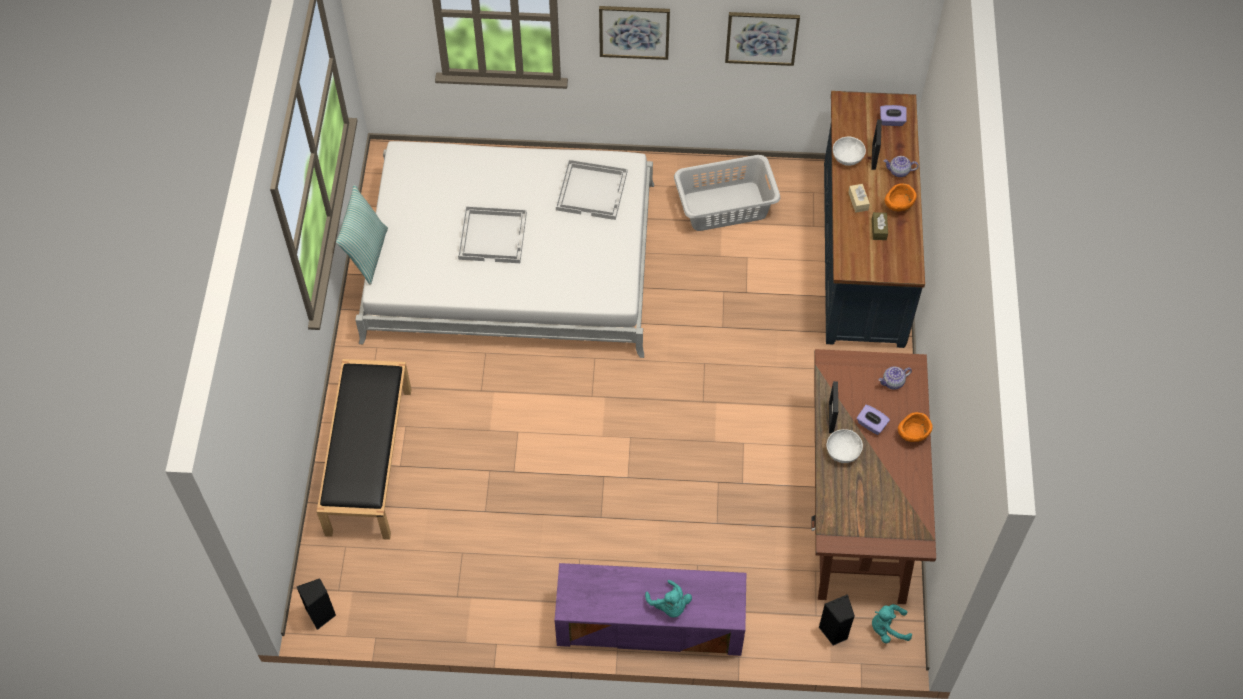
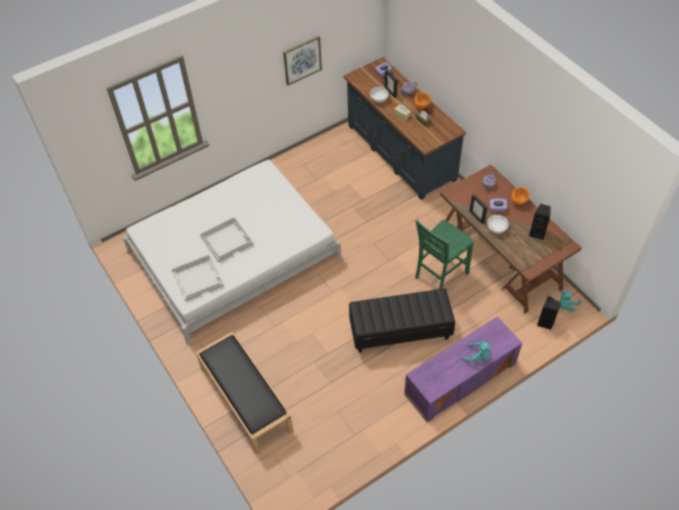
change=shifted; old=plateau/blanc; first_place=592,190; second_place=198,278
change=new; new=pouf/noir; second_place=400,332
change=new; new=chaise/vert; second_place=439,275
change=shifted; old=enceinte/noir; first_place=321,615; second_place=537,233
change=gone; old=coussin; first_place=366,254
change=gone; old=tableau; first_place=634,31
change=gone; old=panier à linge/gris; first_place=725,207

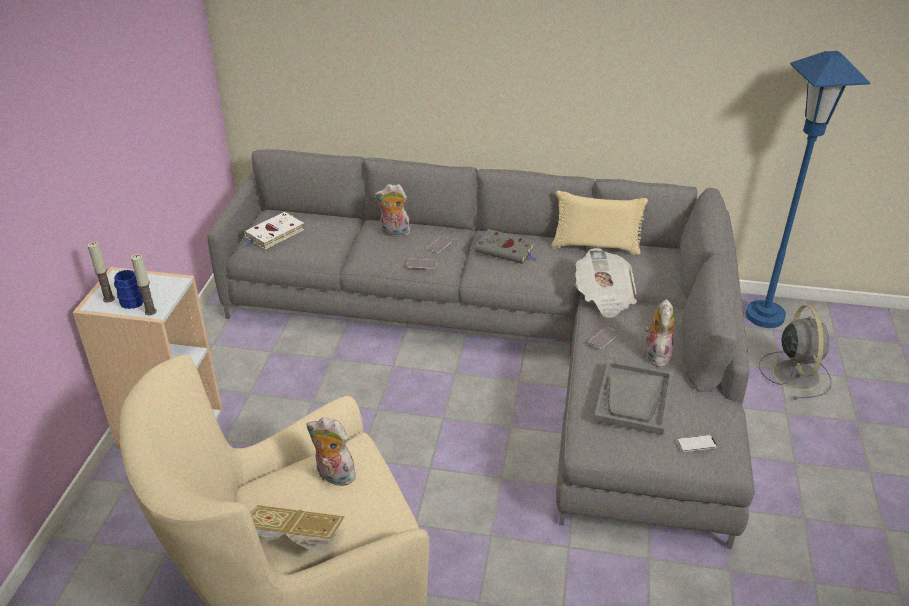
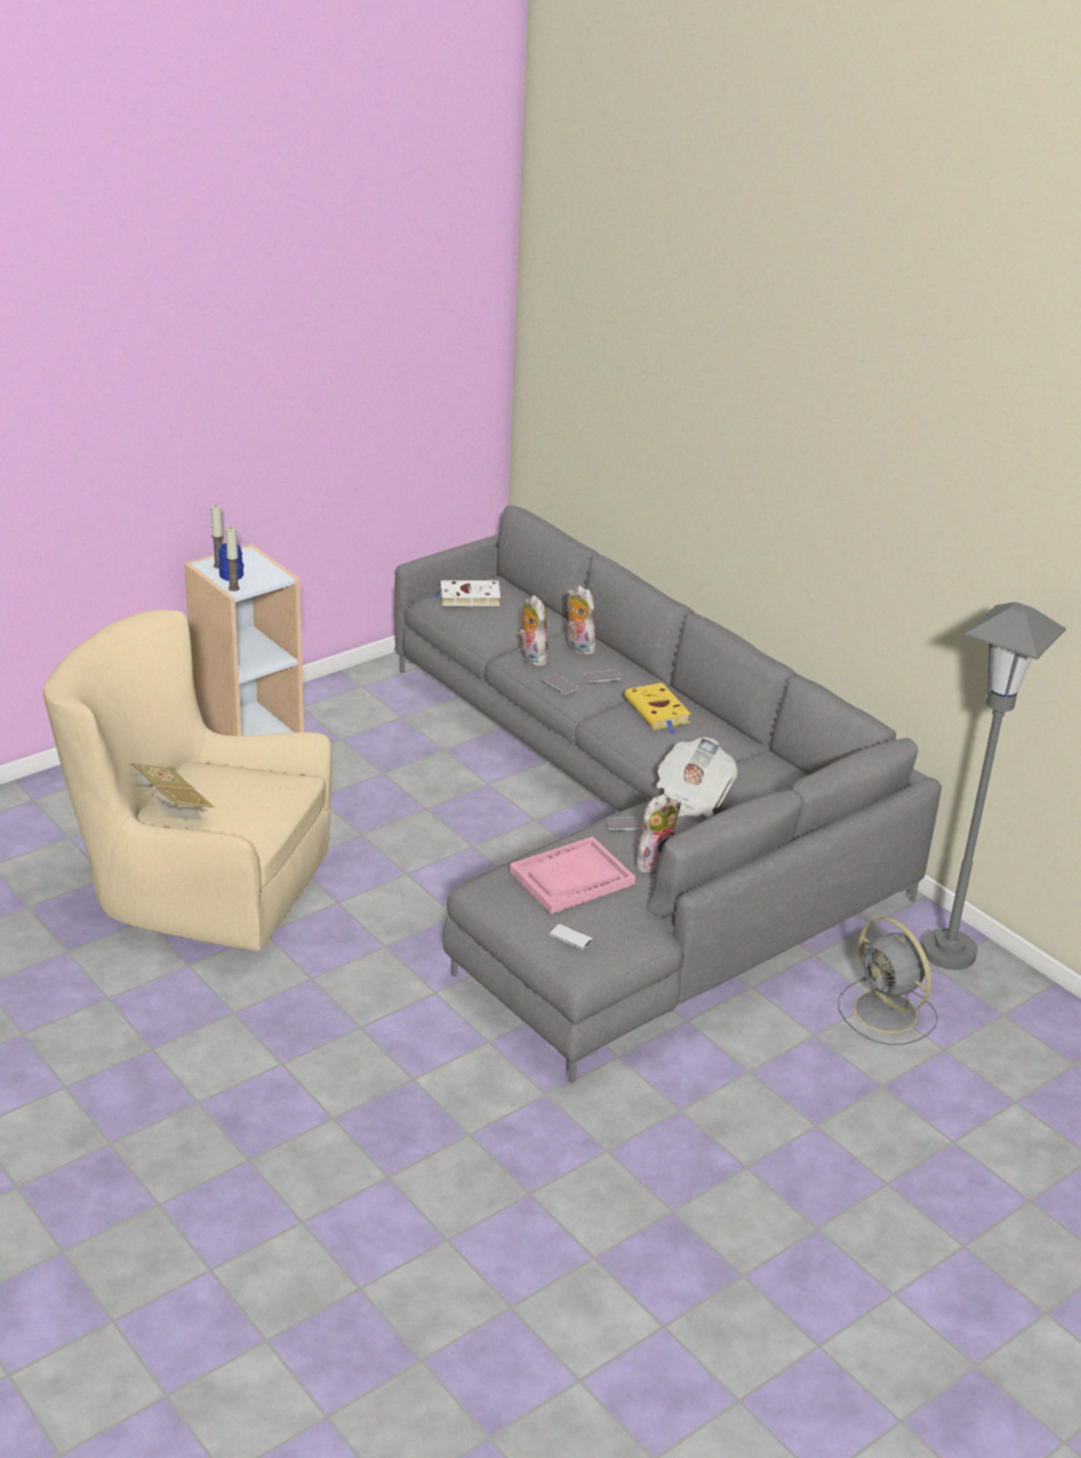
change=repainted; old=plateau/gris; new=plateau/rose; first_place=633,399; second_place=571,878
change=shifted; old=peluche; first_place=333,476; second_place=531,658
change=repainted; old=livre/gris; new=livre/jaune; first_place=506,250; second_place=658,712
change=rotated; old=ventilateur/gris; first_place=795,373; second_place=887,1013; degrees=105
change=repainted; old=lampadaire/bleu; new=lampadaire/gris; first_place=765,316; second_place=948,952
change=gone; old=coussin/beige; first_place=595,246

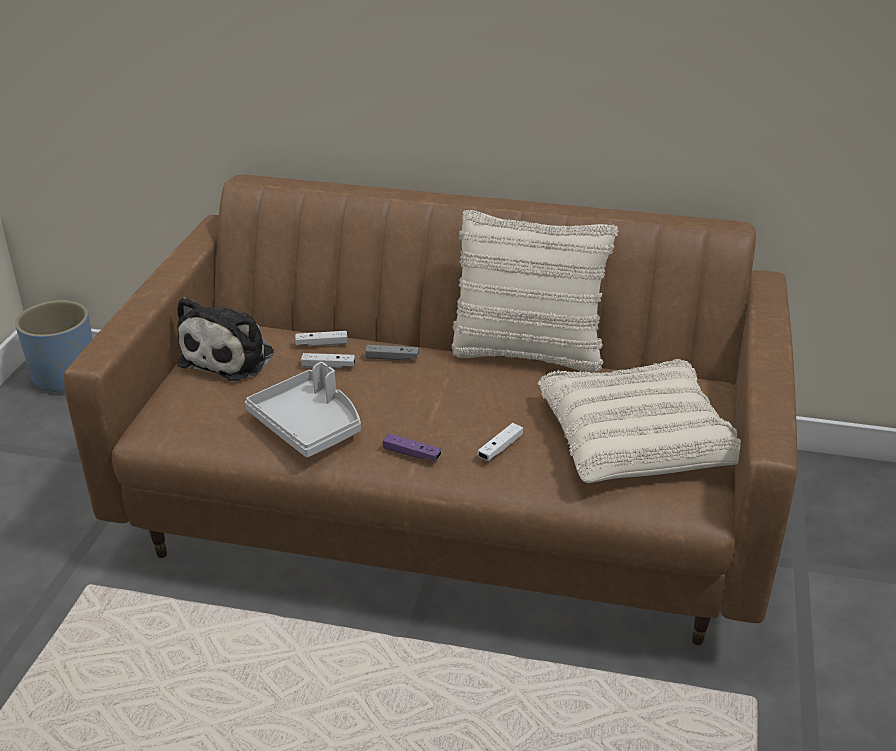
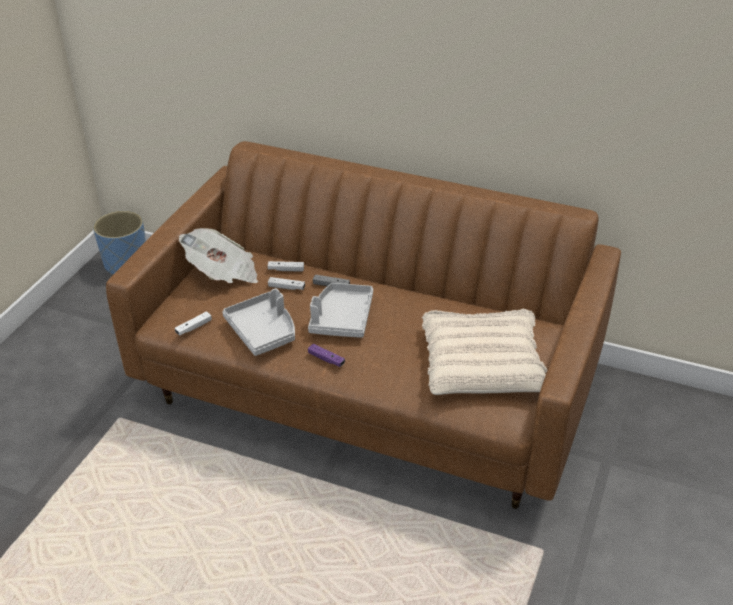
change=shifted; old=manette/blanc; first_place=500,448; second_place=194,327
change=swapped; old=peluche; new=journal; first_place=231,356; second_place=223,274
change=new; new=plateau/gris; second_place=341,318
change=gone; old=coussin/beige; first_place=529,354

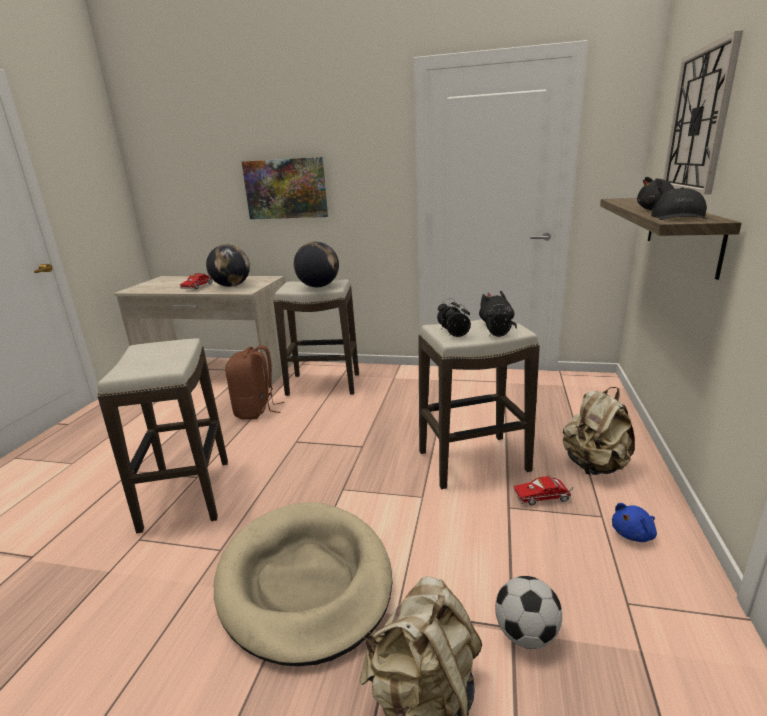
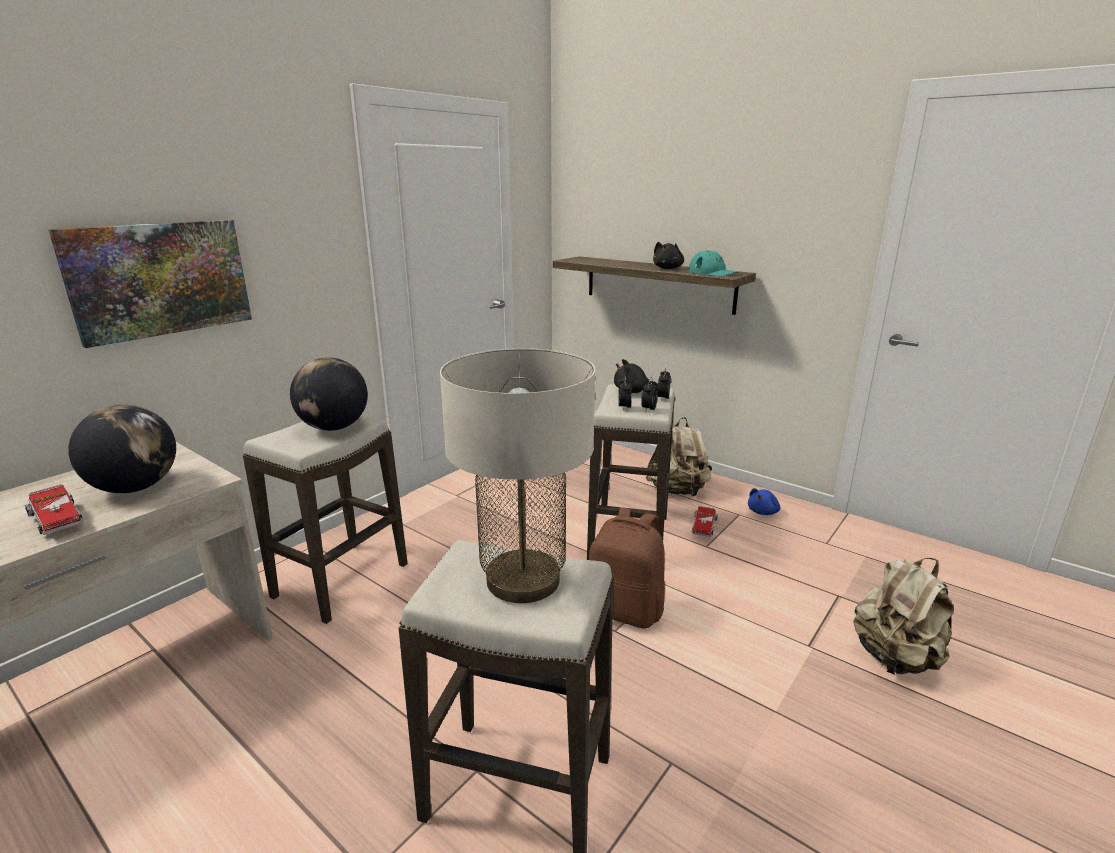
change=new; new=lampe de table; second_place=523,580
change=shifted; old=sac à dos/marron; first_place=256,410; second_place=626,610
change=repainted; old=casquette/noir; new=casquette/turquoise; first_place=679,217; second_place=713,273
change=rotated; old=peluche/bleu; first_place=634,534; second_place=763,512; degrees=45
change=gone; old=panier pour chien/beige; first_place=305,582
change=gone; old=ballon de foot; first_place=526,634
change=gone; old=horloge murale; first_place=698,121

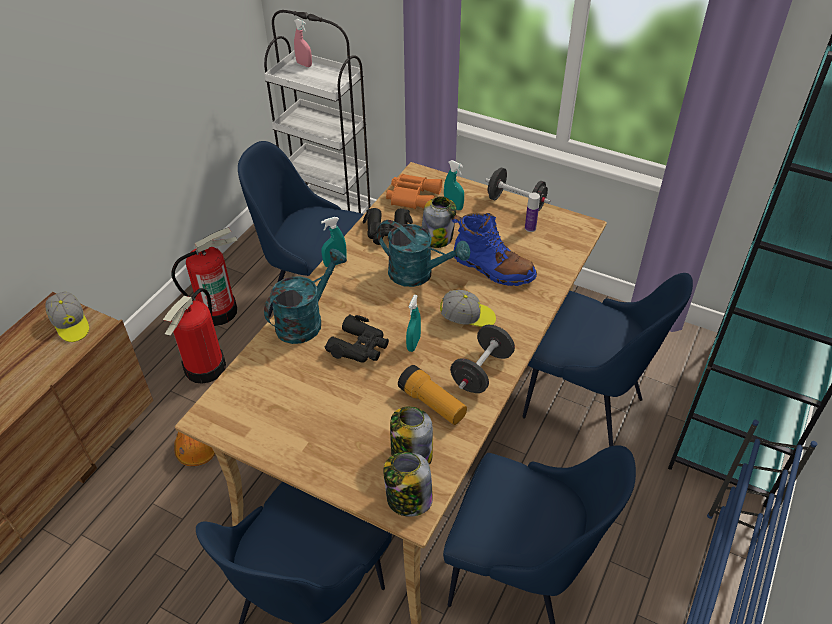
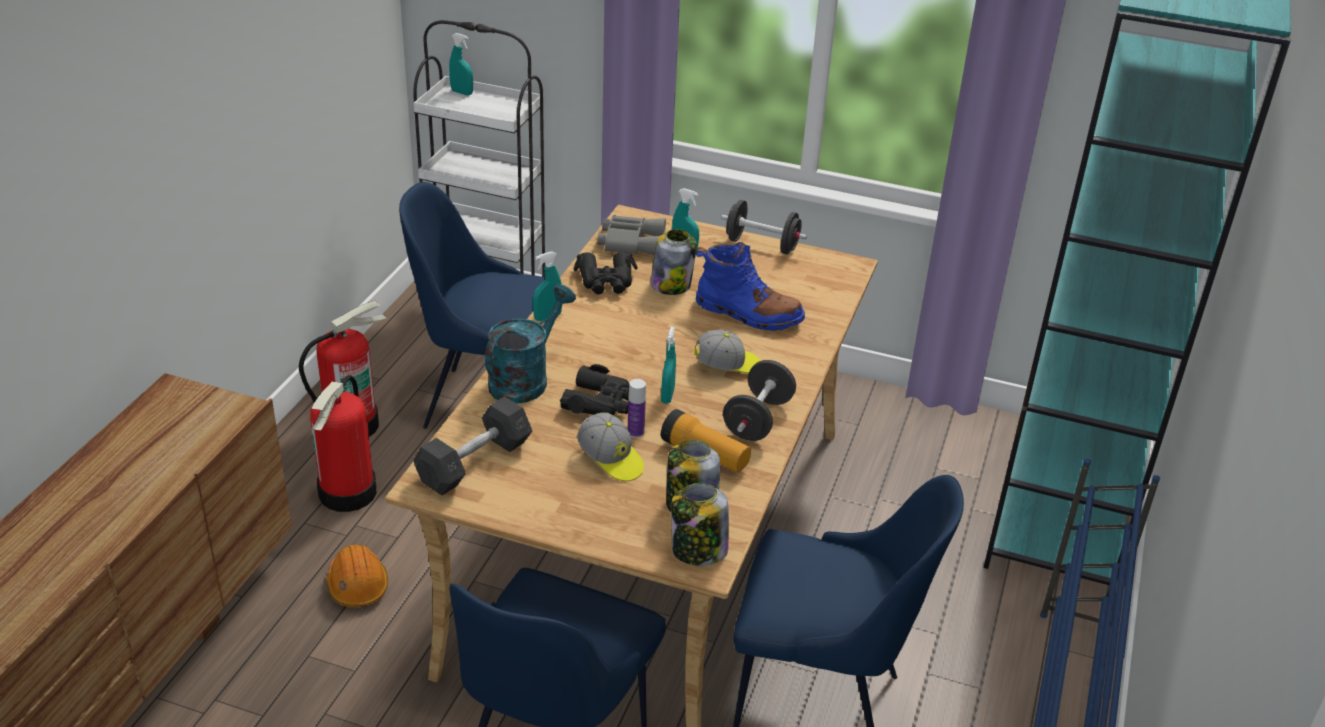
change=new; new=haltère/gris; second_place=474,462
change=repainted; old=vaporisateur/rose; new=vaporisateur/turquoise; first_place=304,64; second_place=462,93
change=shifted; old=casquette; first_place=70,324; second_place=611,459
change=repainted; old=jumelles/orange; new=jumelles/gris; first_place=413,196; second_place=630,241
change=shifted; old=bouteille; first_place=530,228; second_place=635,432
change=gone; old=arrosoir/turquoise; first_place=418,274
change=gone; old=chaise/bleu; first_place=584,408

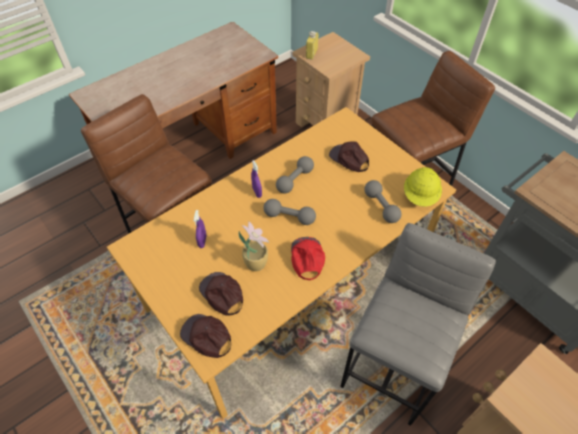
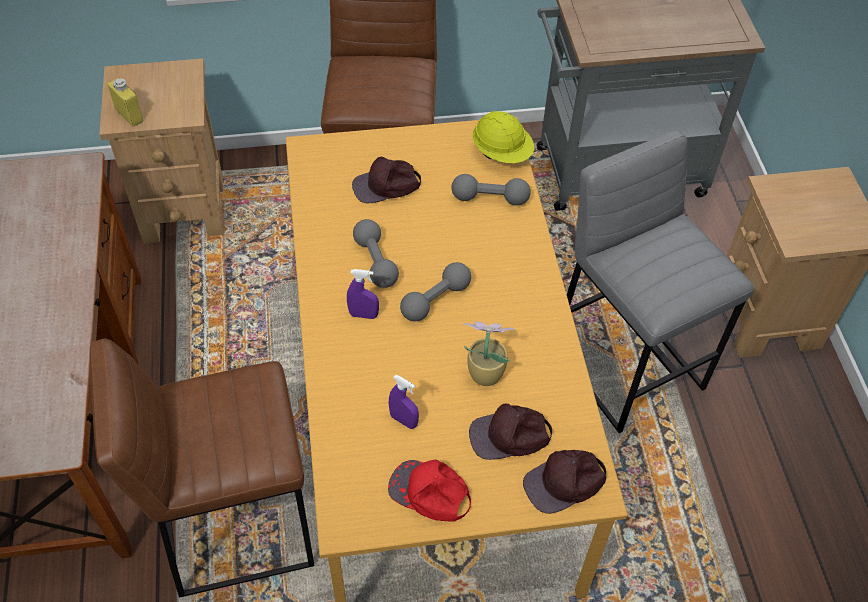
change=shifted; old=casquette/rouge; first_place=307,258; second_place=429,493

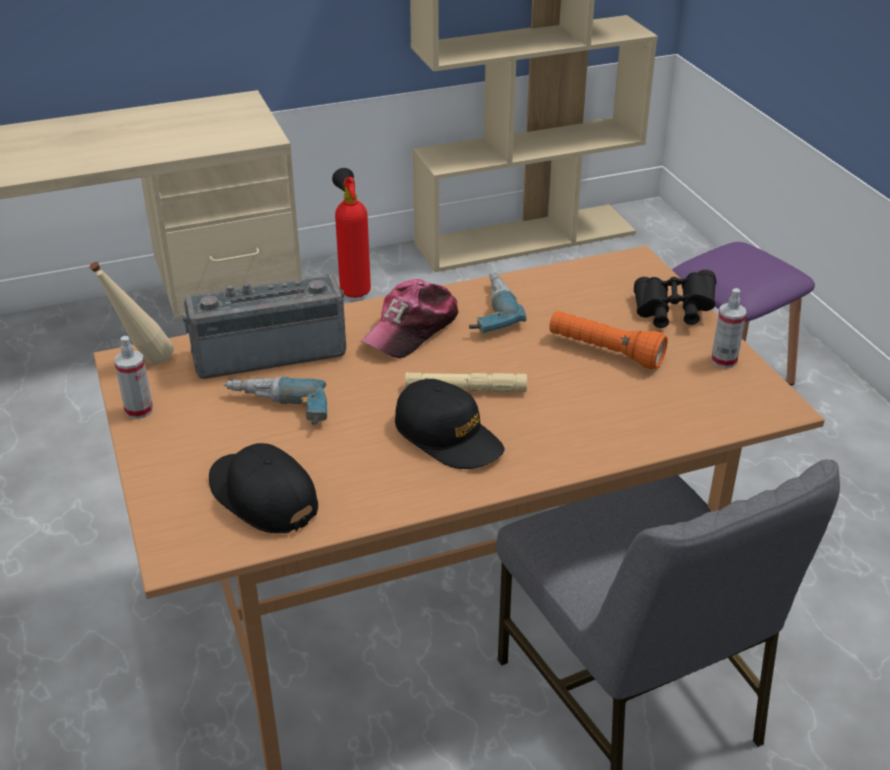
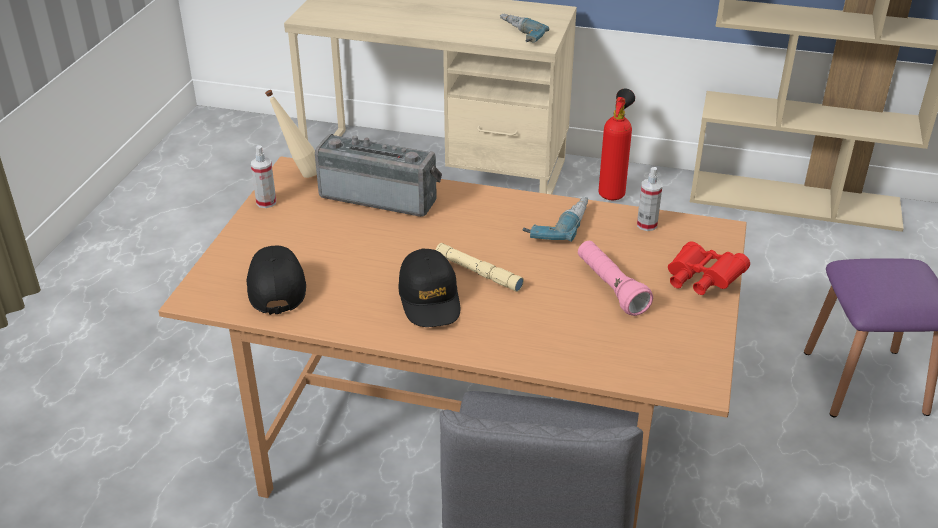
change=shifted; old=perceuse; first_place=275,411; second_place=517,35
change=repainted; old=lampe de poche/orange; new=lampe de poche/rose; first_place=604,352; second_place=610,288
change=shifted; old=vaporisateur; first_place=723,360; second_place=647,225
change=repainted; old=jumelles/noir; new=jumelles/rouge; first_place=672,313; second_place=701,281
change=gone; old=casquette; first_place=411,329

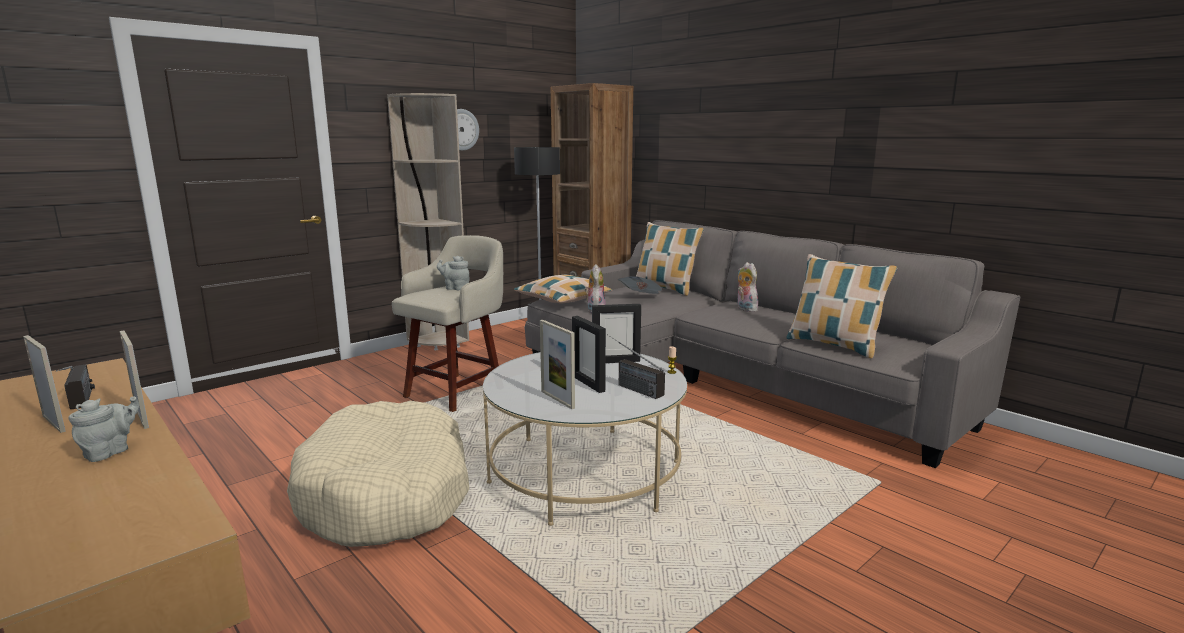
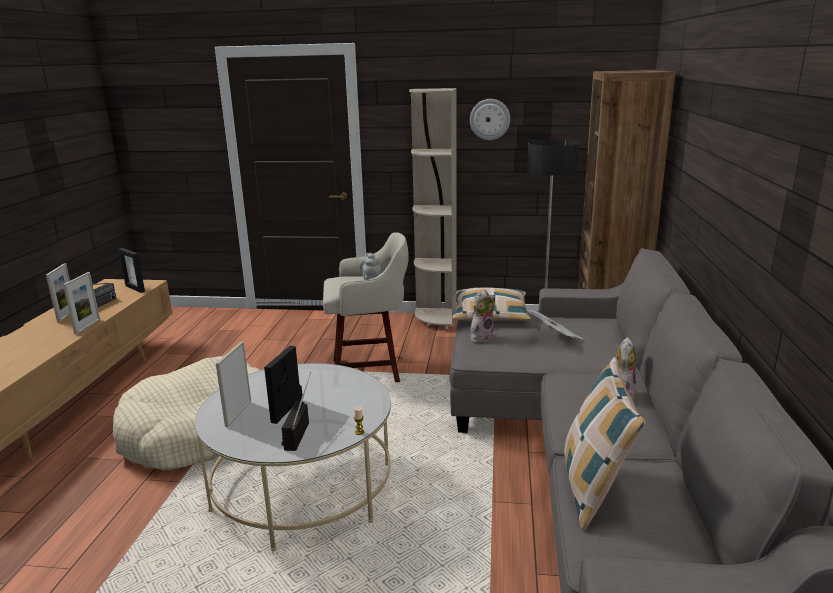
change=shifted; old=cadre photo; first_place=615,361; second_place=135,288
change=gone; old=théière/gris; first_place=110,452
change=gone; old=coussin; first_place=665,289

